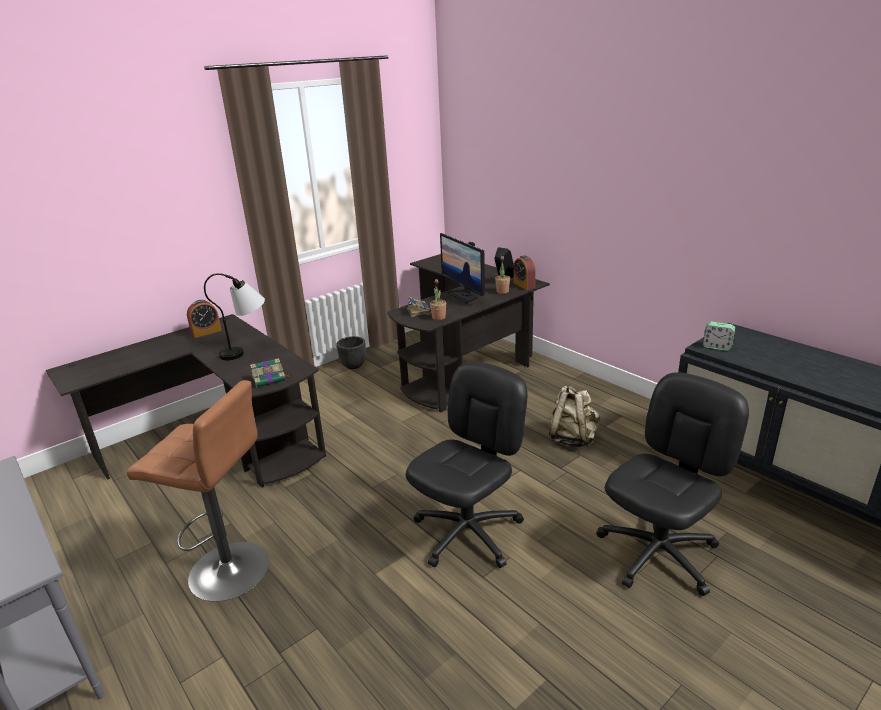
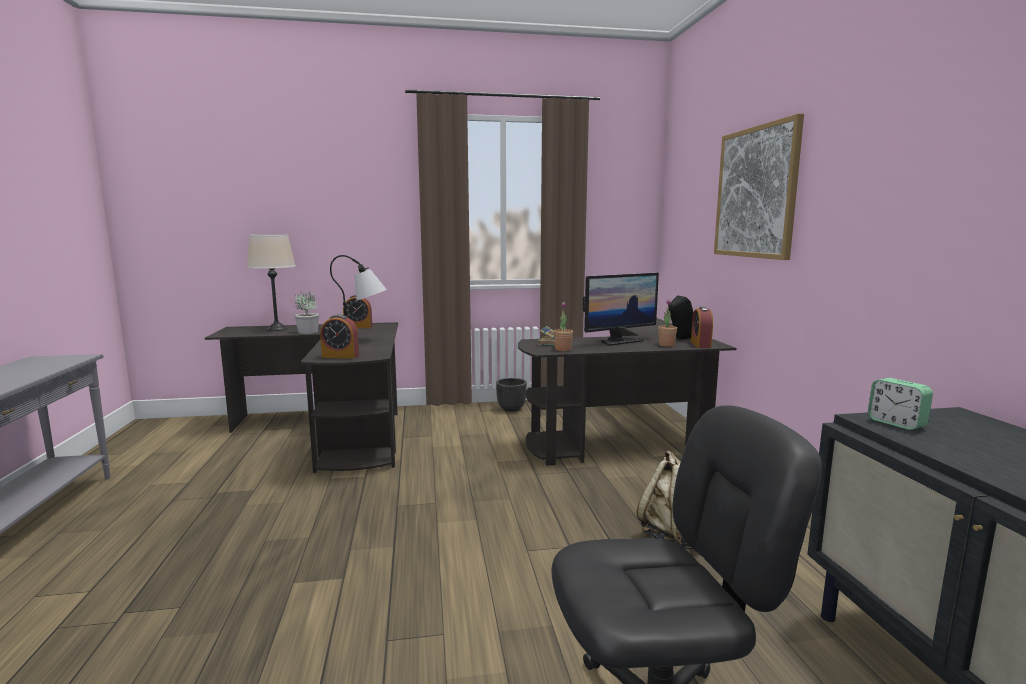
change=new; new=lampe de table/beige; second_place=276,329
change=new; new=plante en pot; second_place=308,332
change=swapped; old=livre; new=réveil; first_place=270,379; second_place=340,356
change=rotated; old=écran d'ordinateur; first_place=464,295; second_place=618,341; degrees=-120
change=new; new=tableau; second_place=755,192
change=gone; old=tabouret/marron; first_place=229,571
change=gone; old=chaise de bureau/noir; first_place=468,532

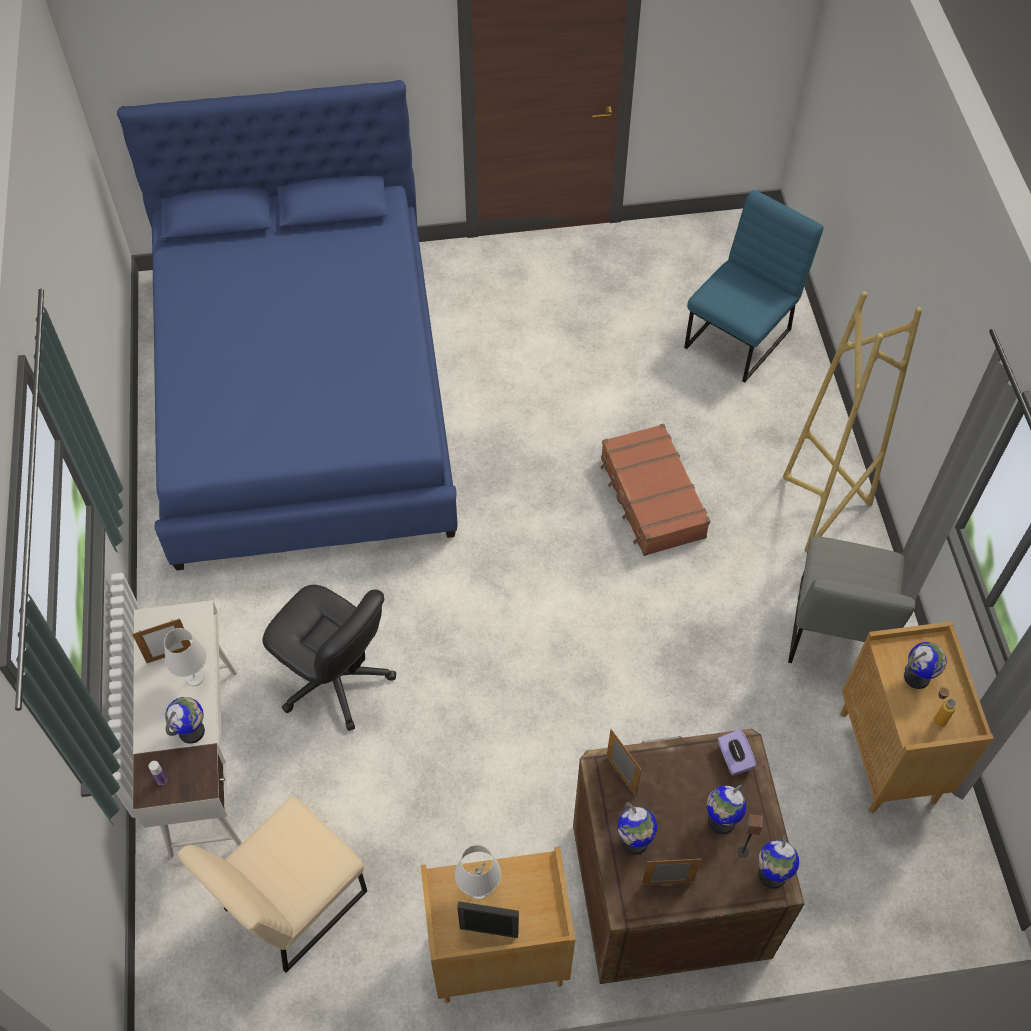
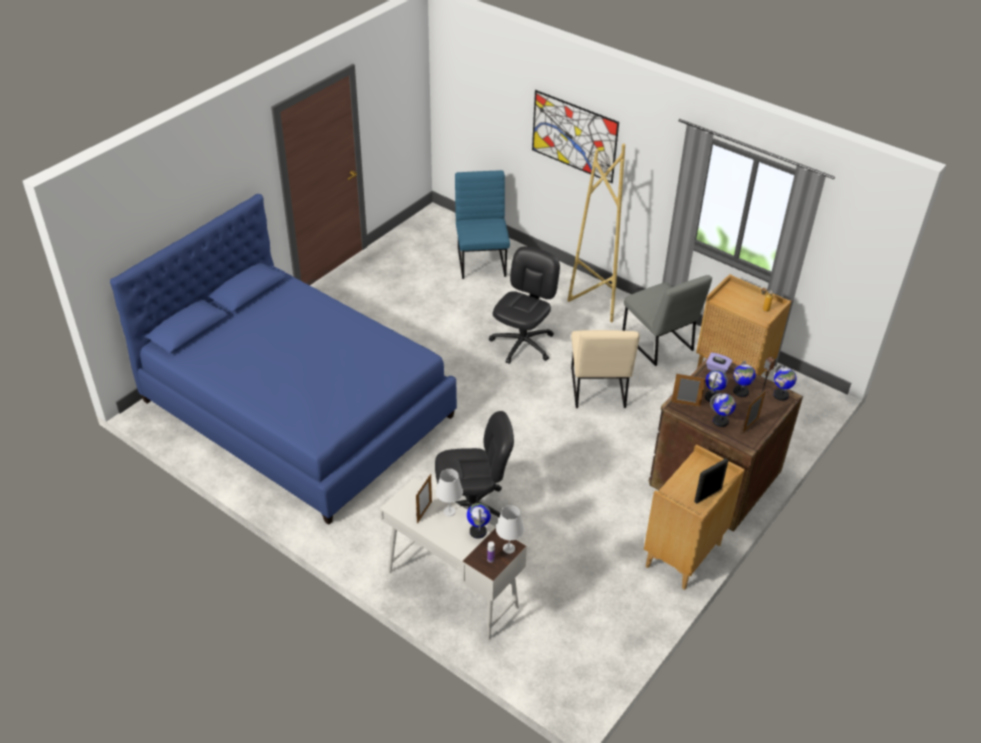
change=swapped; old=valise/marron; new=chaise de bureau/noir; first_place=651,498; second_place=523,344
change=shifted; old=lampe de table/blanc; first_place=479,889; second_place=509,548
change=new; new=tableau; second_place=574,136
change=shifted; old=chaise/beige; first_place=292,902; second_place=597,389
change=shifted; old=globe; first_place=917,677; second_place=712,397

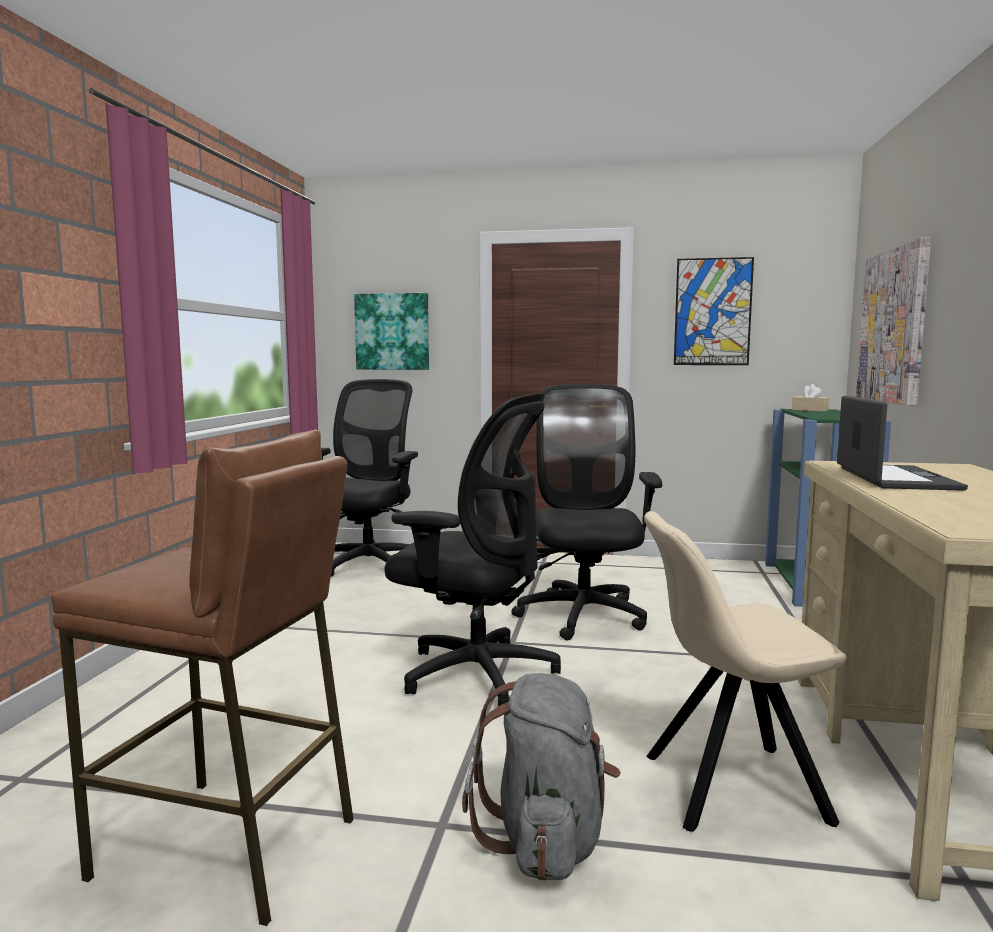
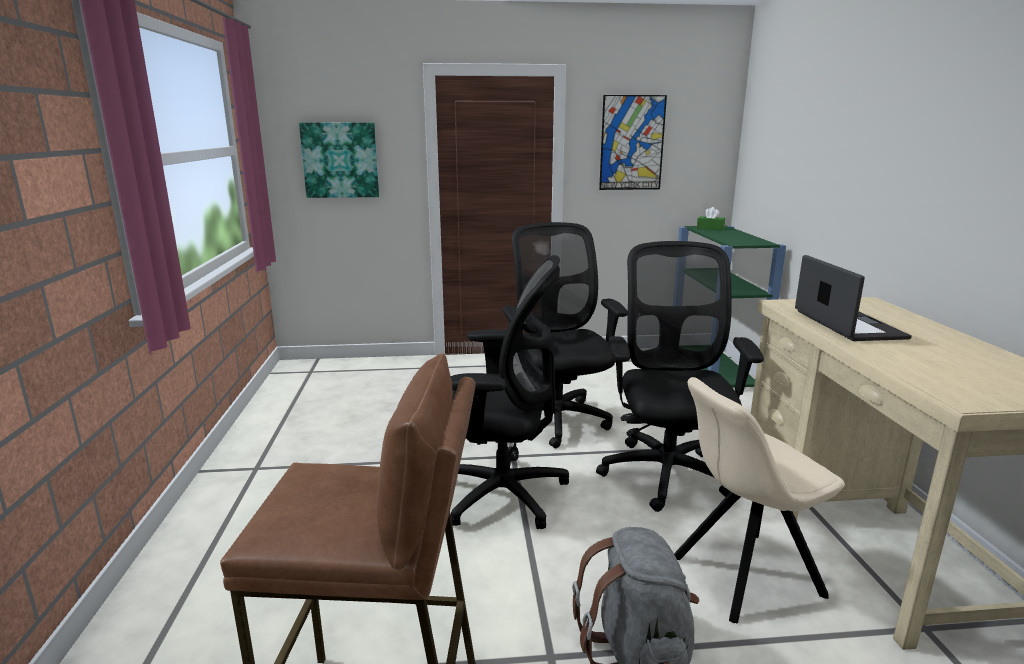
change=shifted; old=chaise de bureau/noir; first_place=365,567; second_place=668,478
change=repainted; old=boîte à mouchoirs/beige; new=boîte à mouchoirs/vert; first_place=810,410; second_place=710,228
change=gone; old=tableau; first_place=894,326

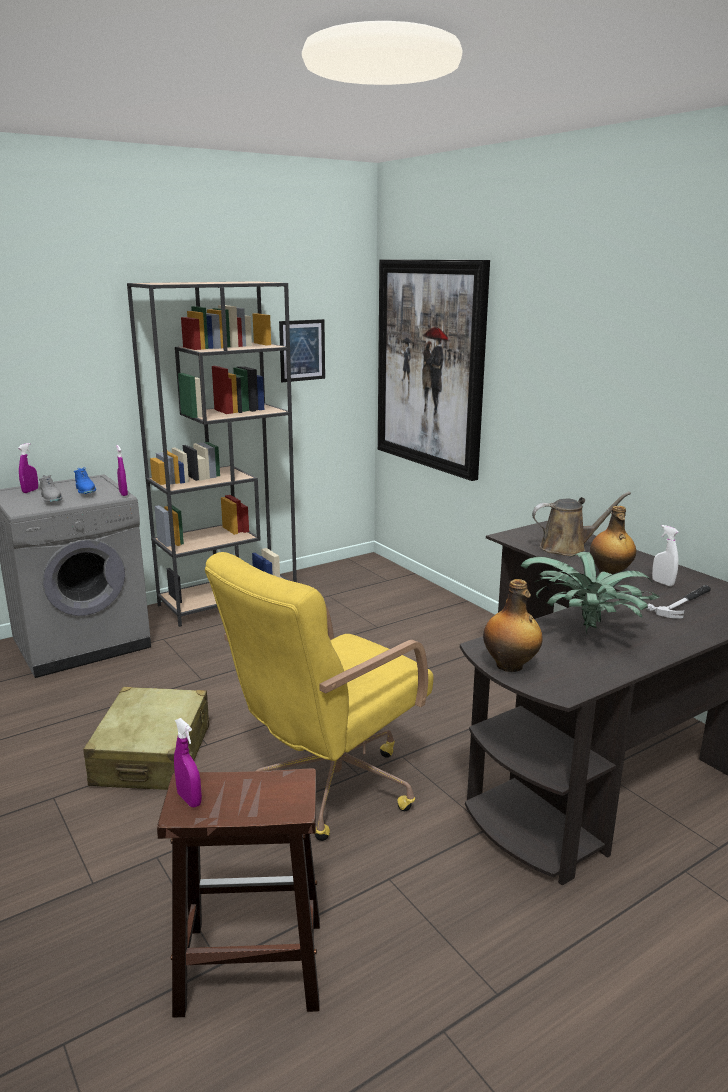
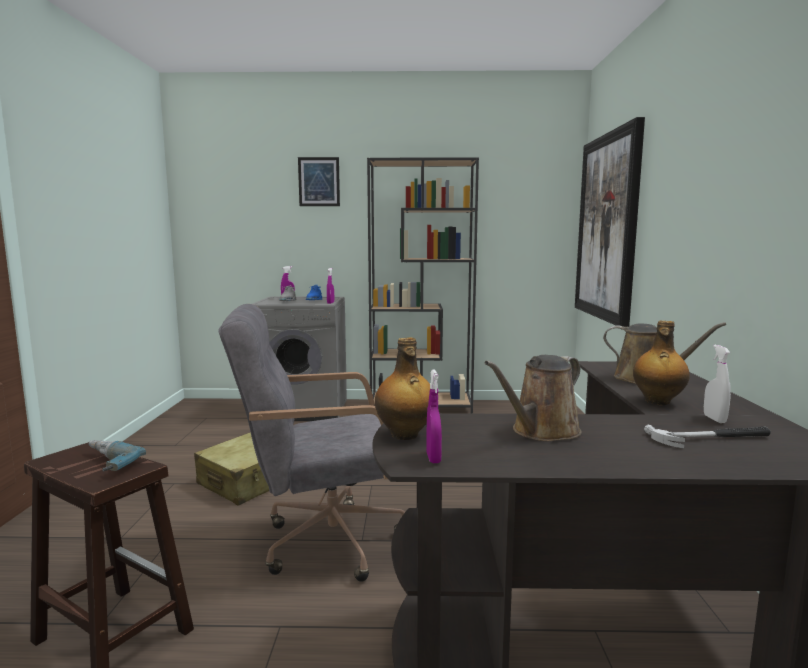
change=new; new=perceuse; second_place=103,464
change=repainted; old=chaise de bureau/jaune; new=chaise de bureau/gris; first_place=329,792; second_place=324,544
change=shifted; old=tableau; first_place=302,350; second_place=319,182
change=shifted; old=vaporisateur/violet; first_place=189,799; second_place=433,458
change=swapped; old=plante en pot; new=arrosoir/marron; first_place=589,630; second_place=541,432

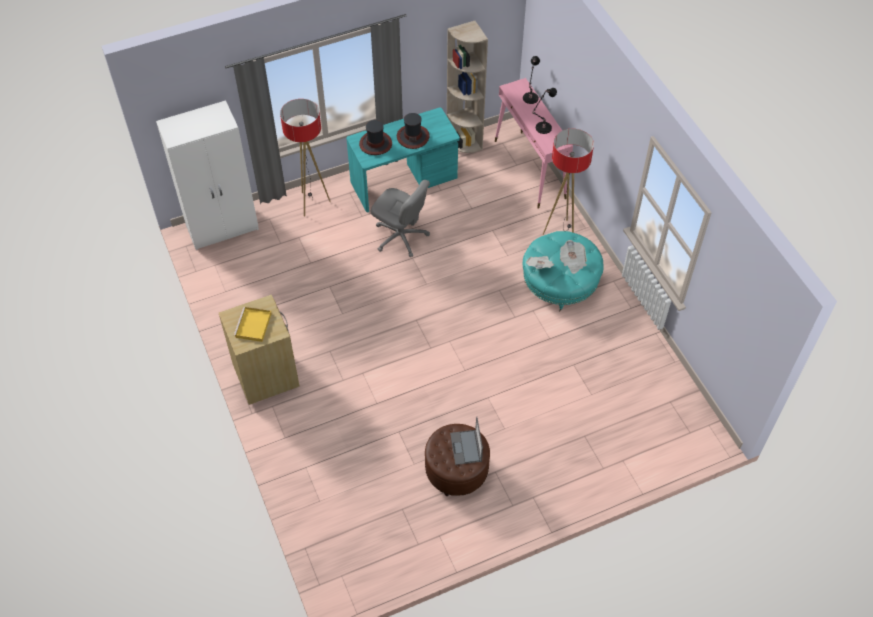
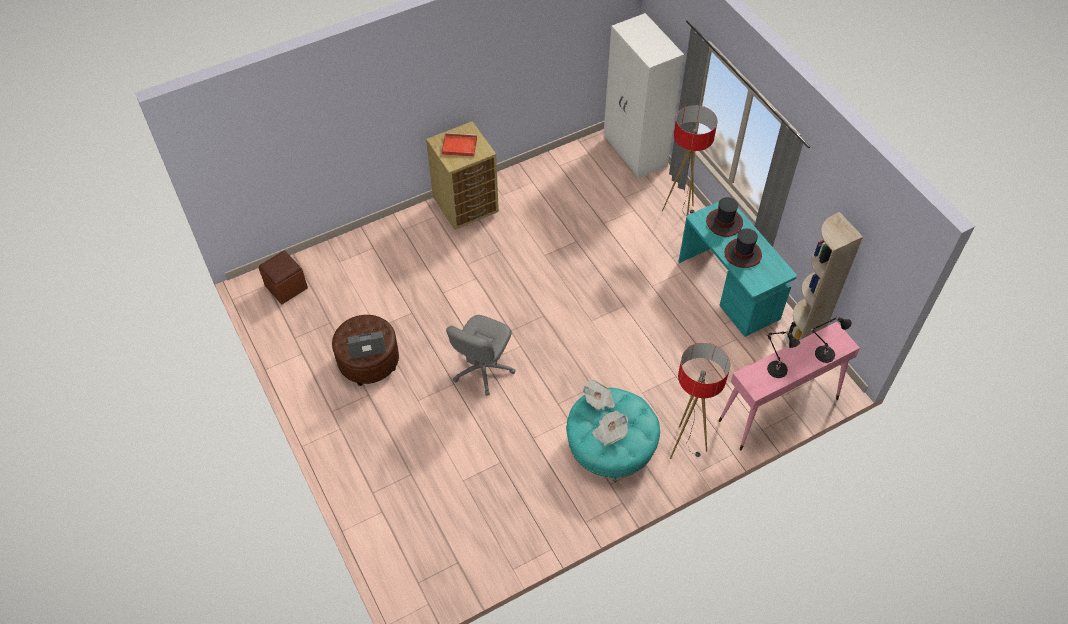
change=new; new=pouf/marron; second_place=286,287
change=repainted; old=plateau/jaune; new=plateau/rouge; first_place=253,326; second_place=458,146
change=shifted; old=chaise de bureau/gris; first_place=401,237; second_place=482,368

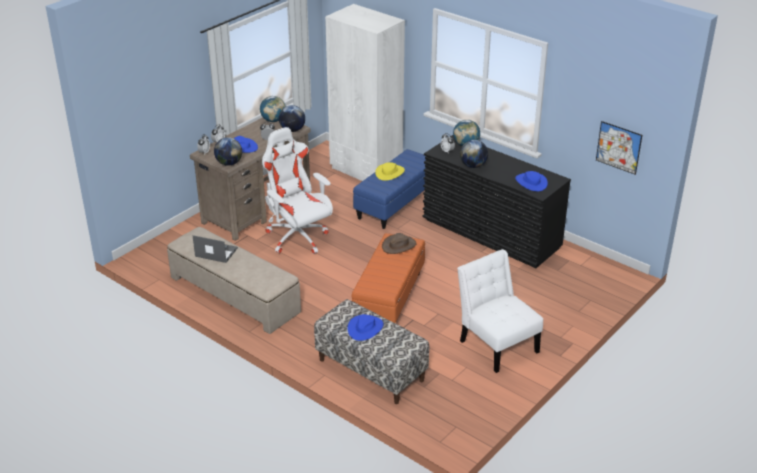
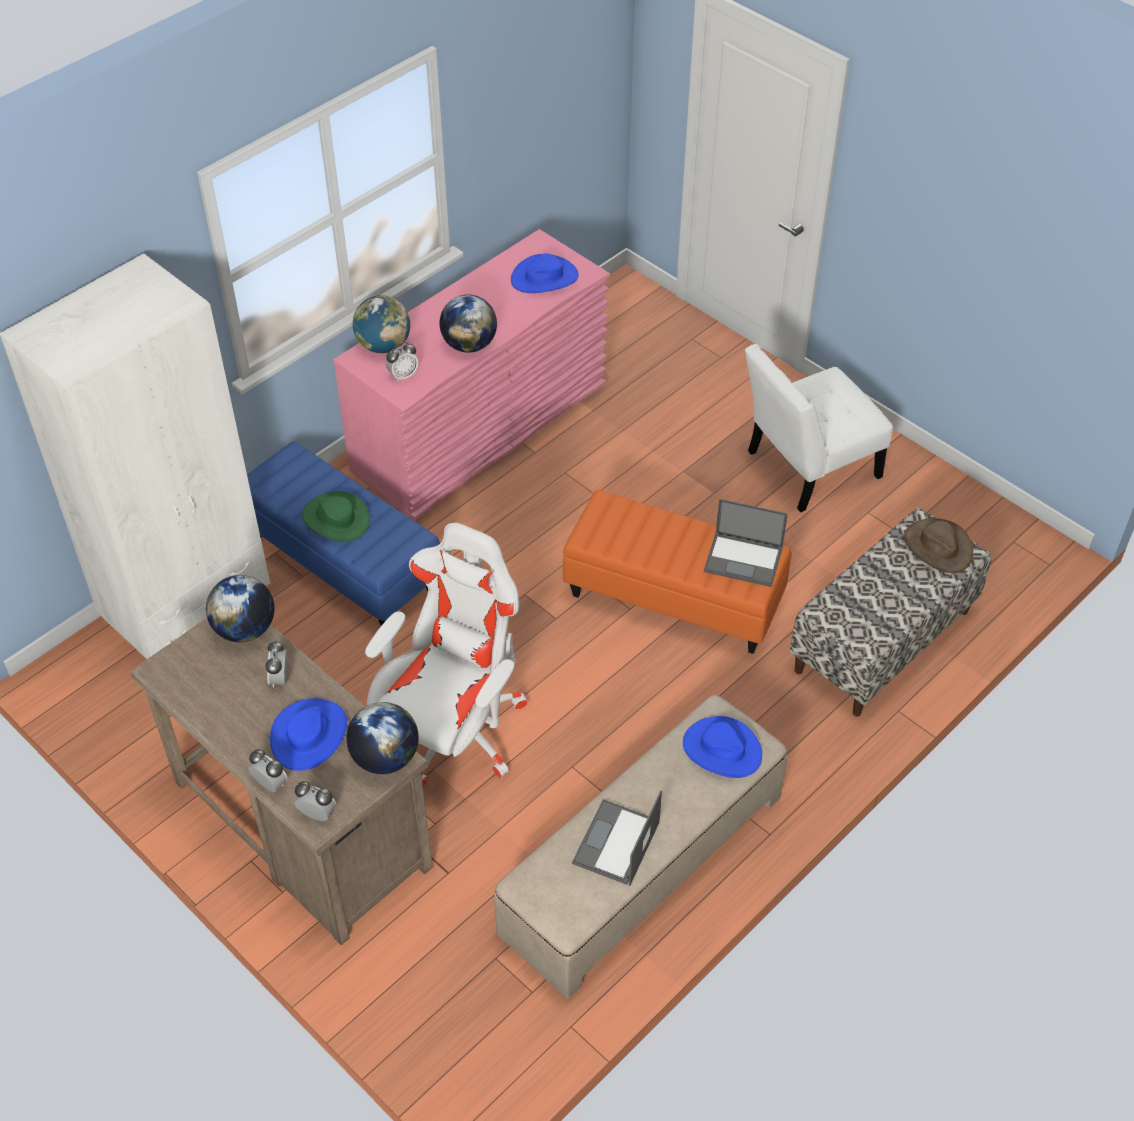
change=repainted; old=chapeau/jaune; new=chapeau/vert; first_place=390,173; second_place=336,518
change=repainted; old=commode/noir; new=commode/rose; first_place=491,235; second_place=481,432
change=rotated; old=chaise de bureau/blanc; first_place=299,240; second_place=451,740; degrees=150
change=shifted; old=chapeau/bleu; first_place=365,328; second_place=721,750
change=new; new=ordinateur portable; second_place=744,559
change=shifted; old=chapeau/marron; first_place=399,245; second_place=937,547
change=gone; old=globe; first_place=273,120
change=gone; old=tableau; first_place=618,147

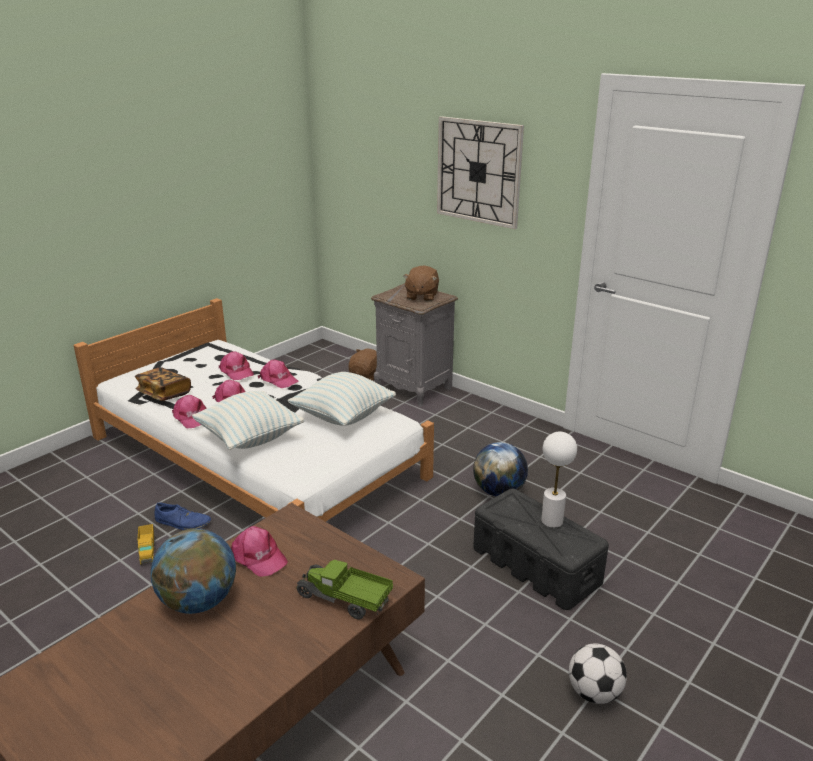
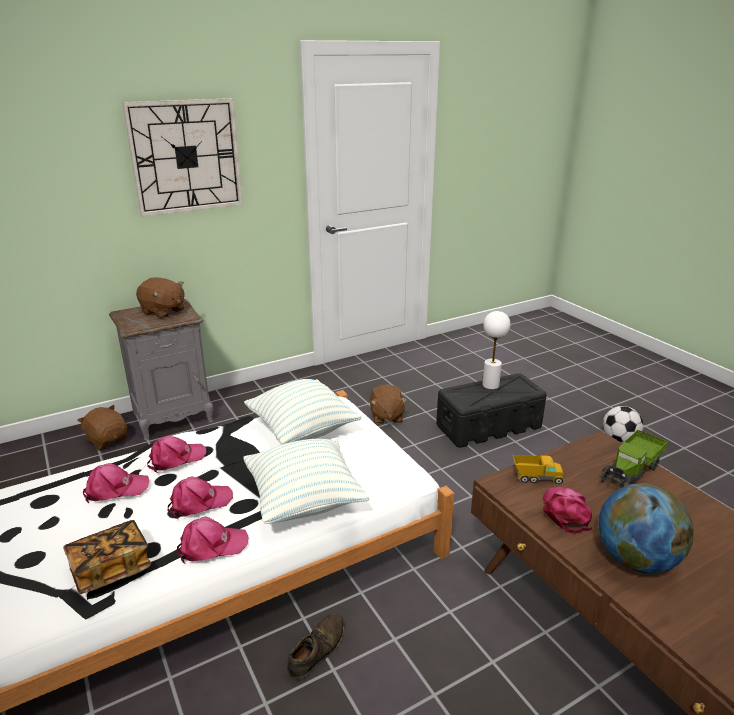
change=repainted; old=chaussure/bleu; new=chaussure/marron; first_place=183,522; second_place=317,649
change=swapped; old=globe; new=peluche/marron; first_place=499,491; second_place=386,416
change=shifted; old=camion jouet; first_place=147,552; second_place=536,478
change=rotated; old=casquette/rose; first_place=258,557; second_place=565,512; degrees=-60

